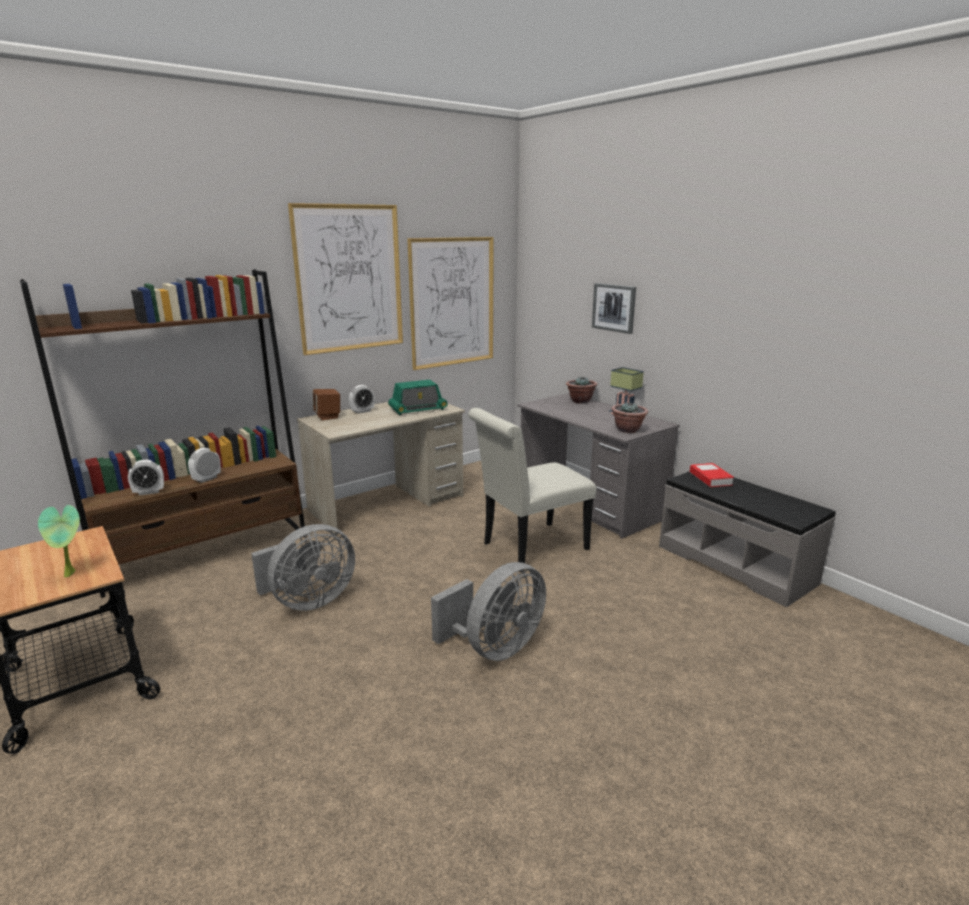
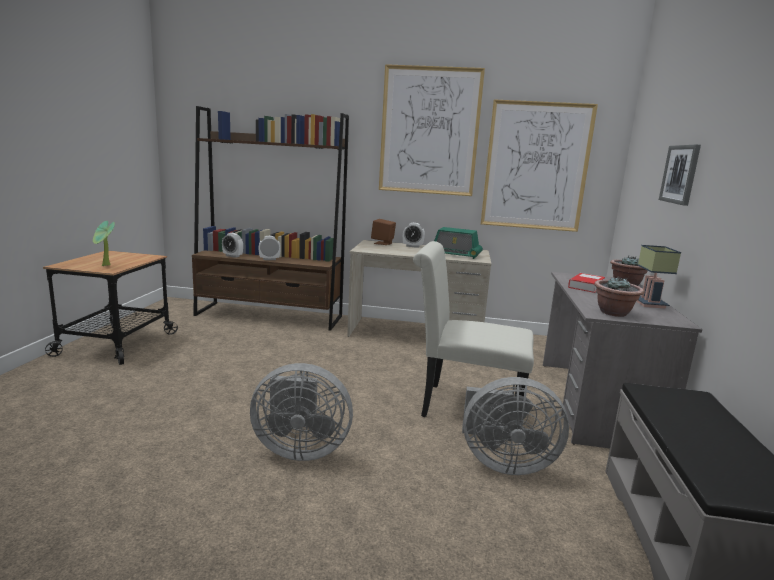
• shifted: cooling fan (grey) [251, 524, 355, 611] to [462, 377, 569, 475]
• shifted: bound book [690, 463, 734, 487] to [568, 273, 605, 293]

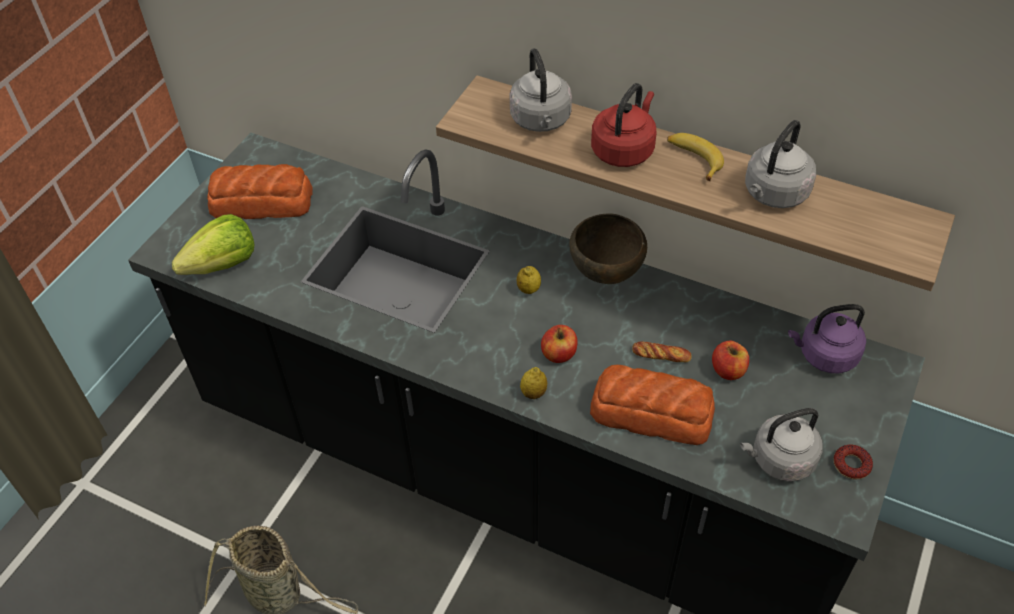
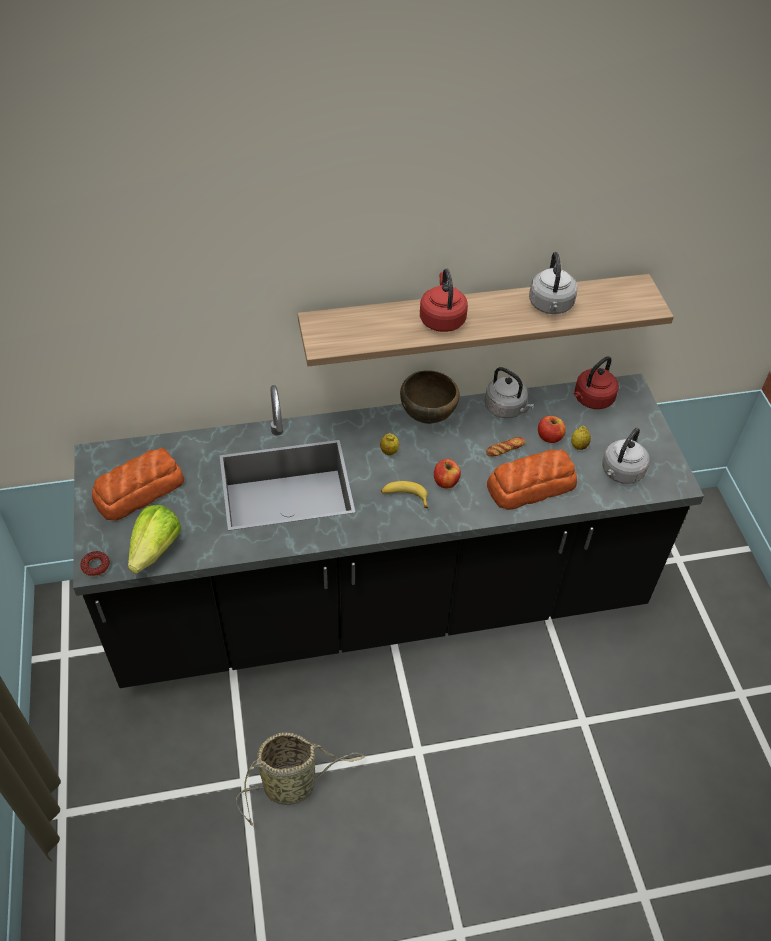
• shifted: donut [834, 444, 873, 480] to [80, 551, 110, 577]
• shifted: banana fruit [667, 133, 724, 181] to [381, 481, 428, 508]
• shifted: kettle (grey) [510, 48, 572, 132] to [485, 367, 534, 419]
• shifted: citrus fruit [520, 367, 547, 399] to [571, 426, 591, 450]
• repainted: kettle (purplish) [788, 304, 866, 373] to kettle (reddish) [574, 356, 619, 409]

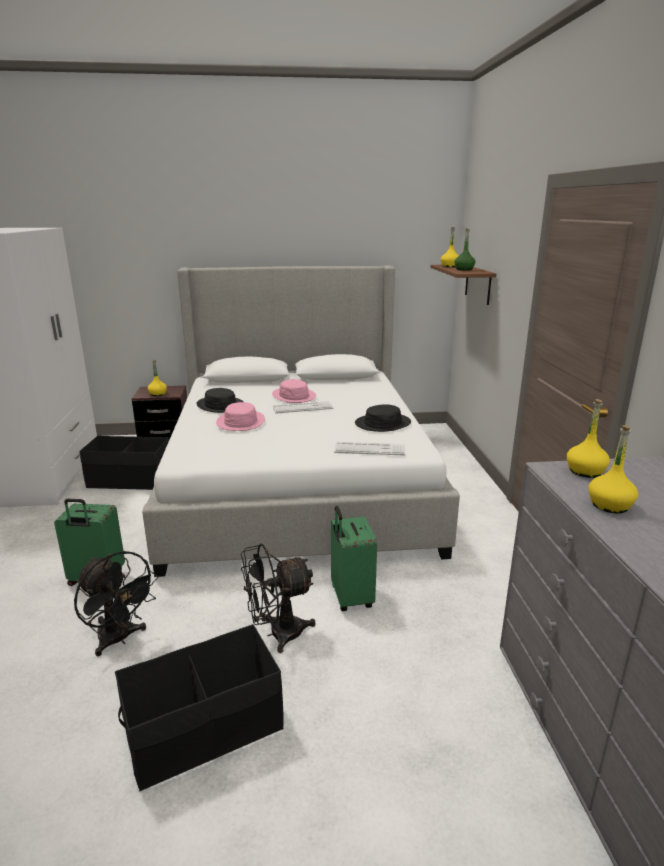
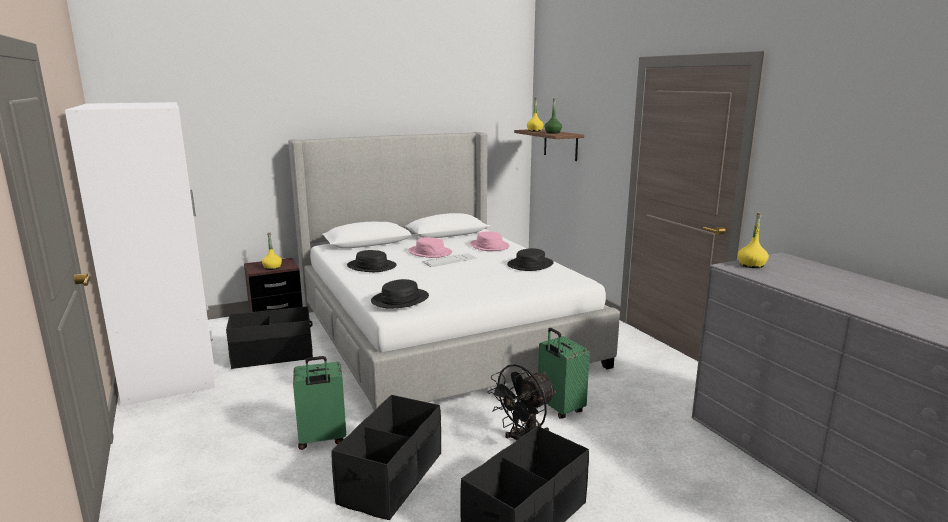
• swapped: cooling fan (black-coloured) [74, 551, 158, 656] to storage bin (black-coloured) [332, 395, 441, 520]
• new: clothing hat (black-coloured) [371, 279, 429, 309]
• shifted: clothing hat (pink) [216, 402, 265, 431] to [470, 231, 510, 251]
• gone: PC keyboard [334, 442, 406, 456]
• gone: drink bottle (yellowish) [589, 425, 638, 513]

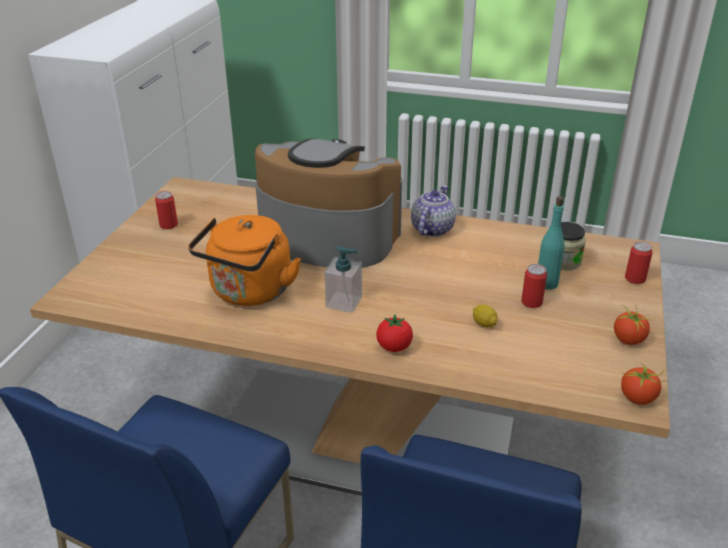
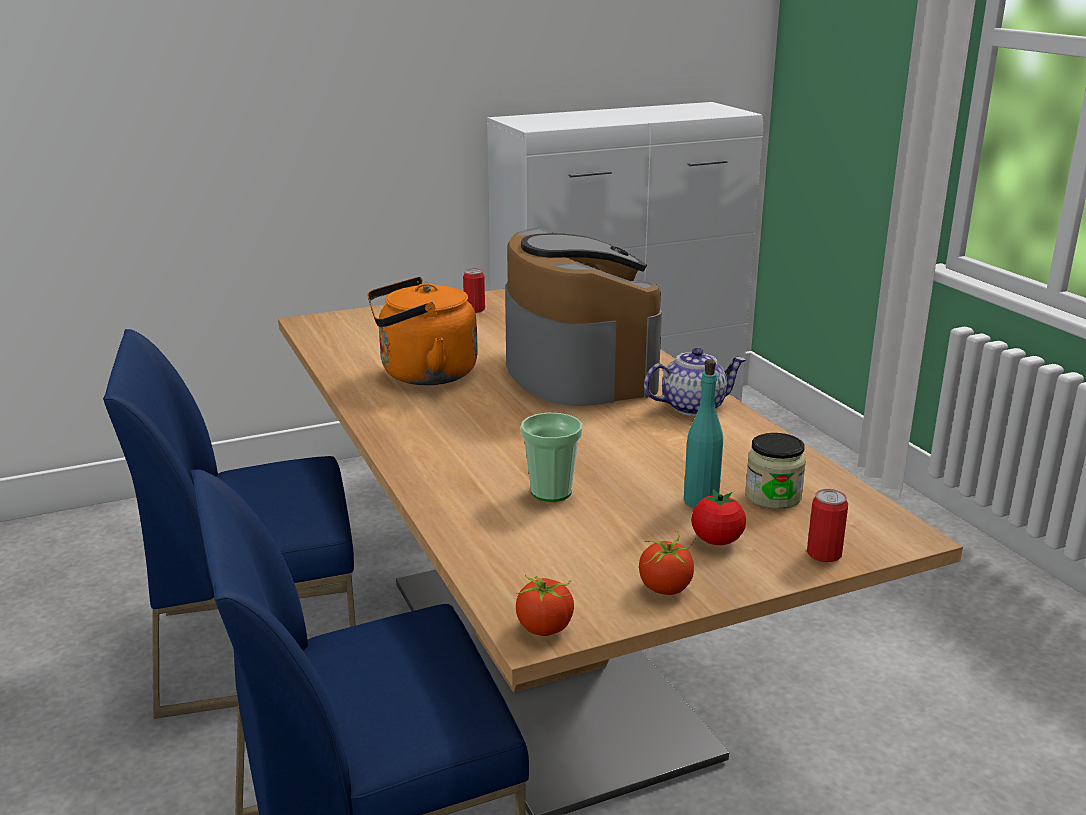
• swapped: citrus fruit [473, 304, 498, 327] to small cup [521, 413, 583, 502]
• shifted: whole tomato [376, 314, 413, 352] to [691, 489, 746, 545]
• gone: soap dispenser [324, 246, 362, 313]
• gone: metal can [521, 264, 547, 308]

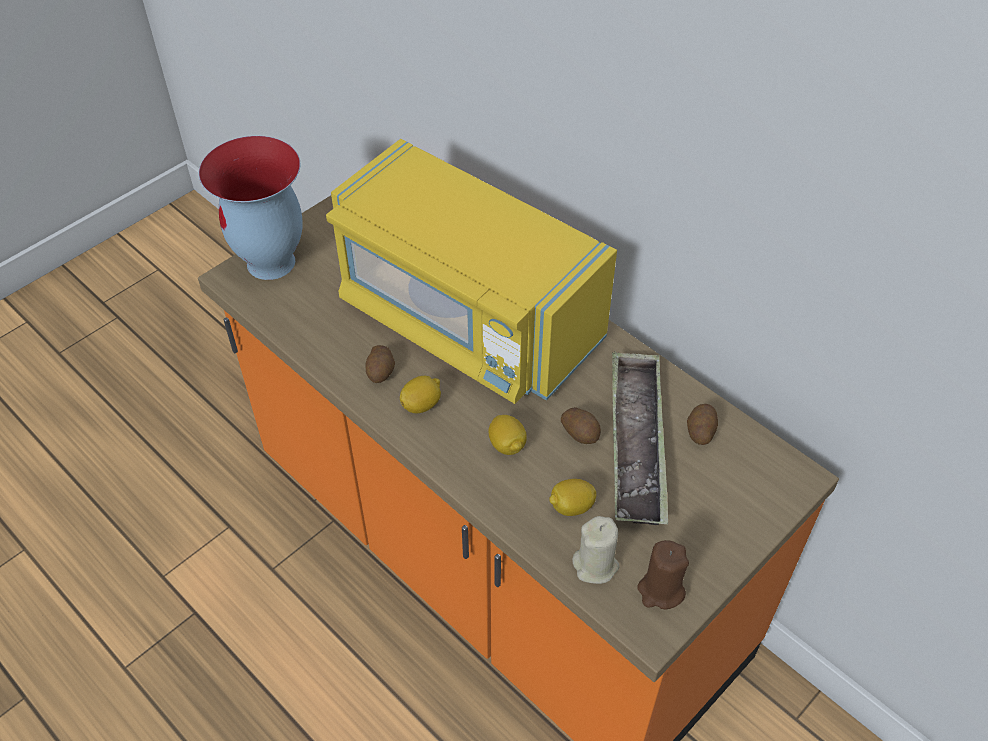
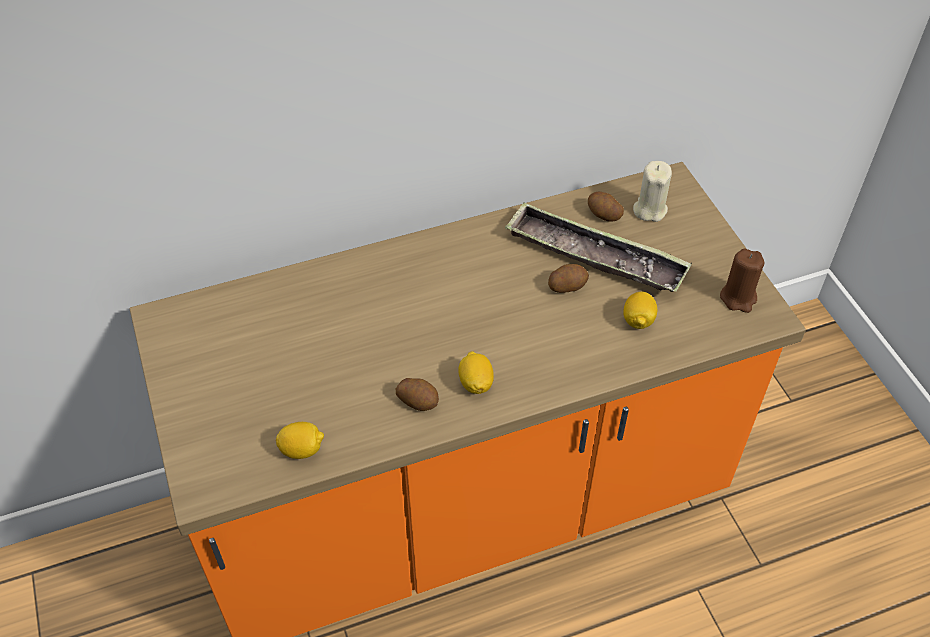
• shifted: citrus fruit [489, 415, 527, 455] to [276, 422, 324, 459]
• shifted: wax light (beige-coloured) [572, 516, 619, 584] to [633, 161, 672, 222]
• gone: flower vase [199, 136, 303, 280]
• gone: kitchen microwave (yellowish) [326, 139, 617, 404]

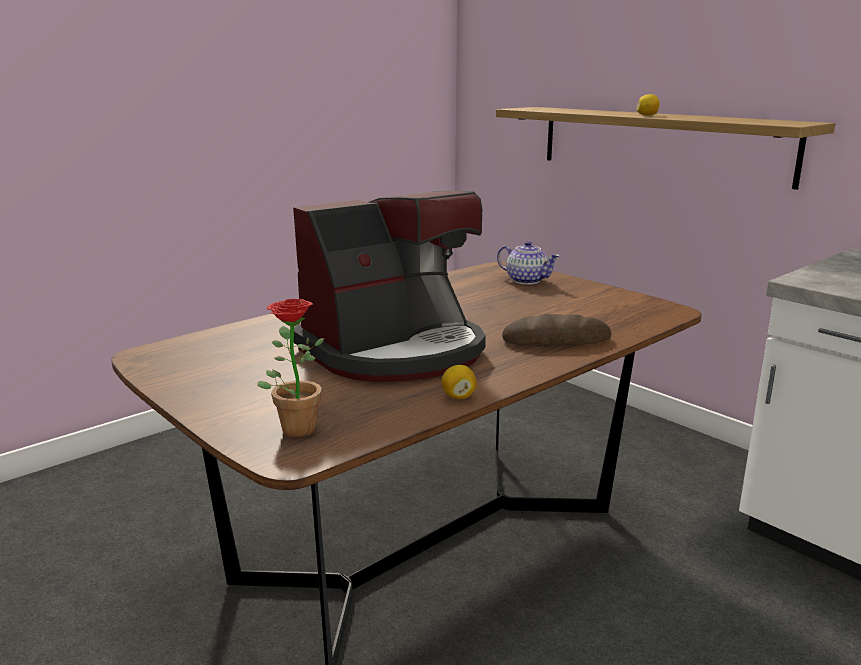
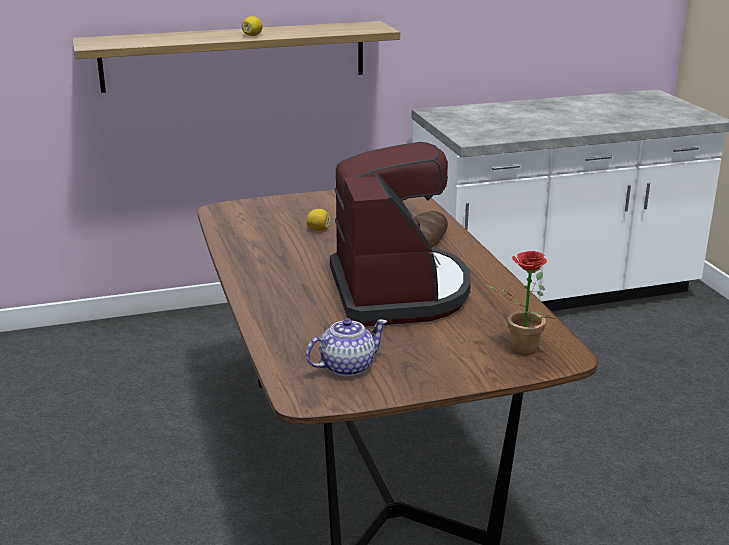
• shifted: pot for tea [497, 241, 560, 285] to [306, 318, 387, 376]
• shifted: citrus fruit [441, 365, 477, 399] to [307, 209, 330, 231]

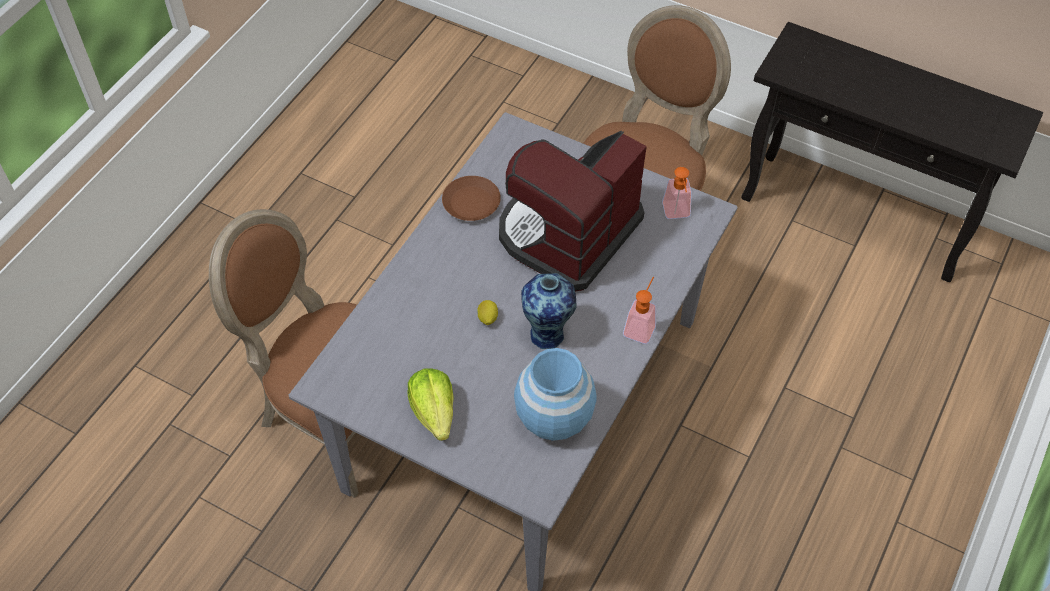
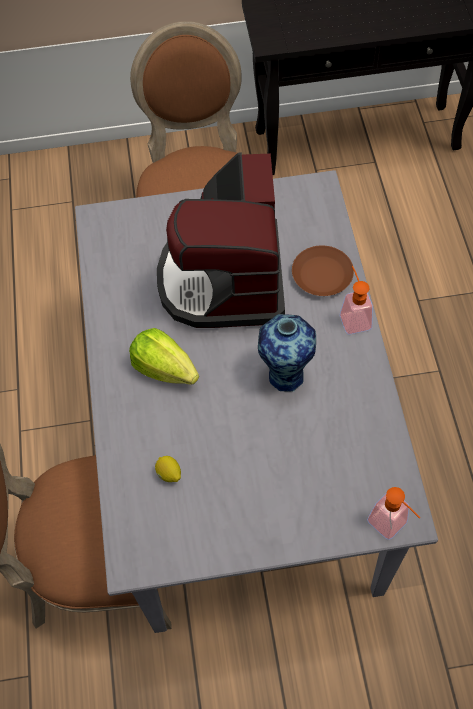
• shifted: lettuce [408, 368, 454, 441] to [129, 328, 199, 385]
• shifted: citrus fruit [477, 300, 498, 325] to [155, 456, 181, 482]
• shifted: plate (brownish) [442, 176, 501, 221] to [292, 245, 354, 296]
• shifted: soap dispenser [662, 167, 692, 219] to [367, 487, 420, 540]
• gone: flower vase (blue) [514, 348, 596, 441]

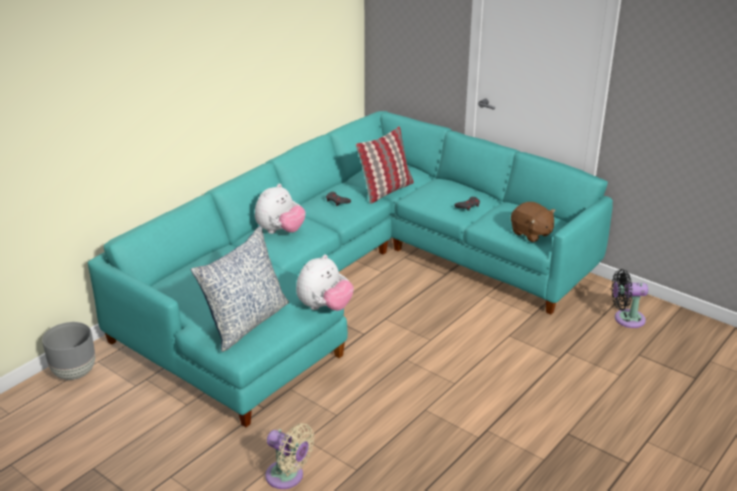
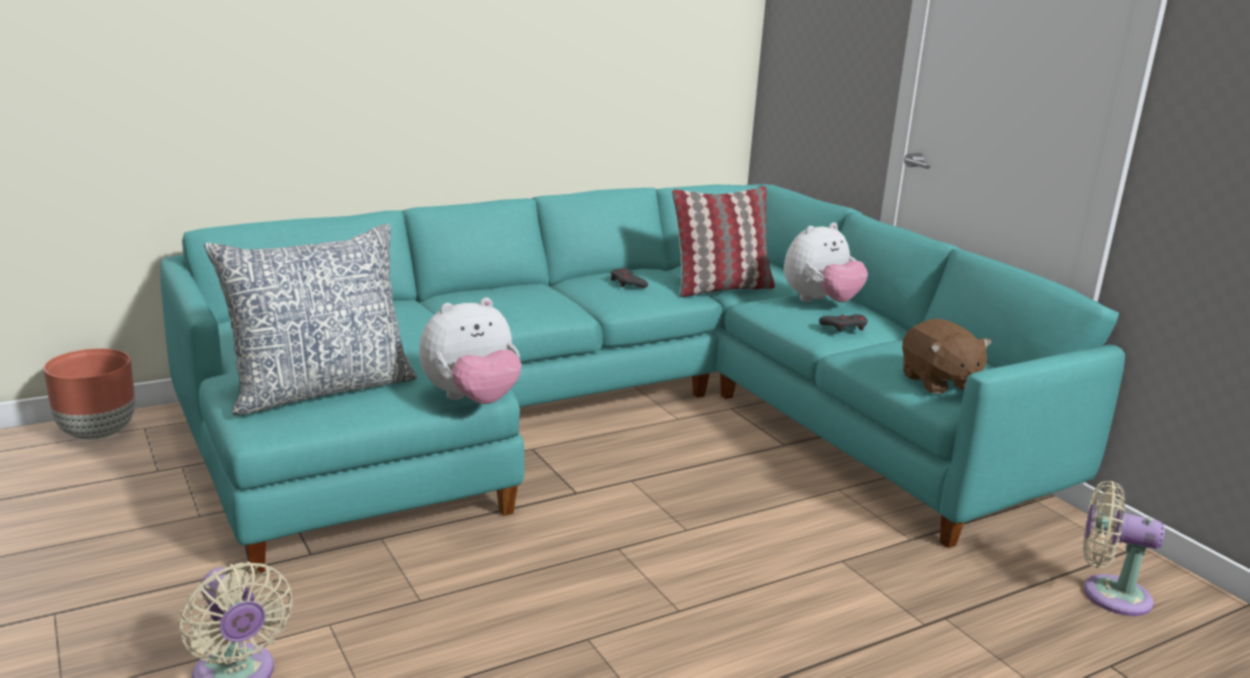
• repainted: flower pot (grey) [42, 322, 95, 380] to flower pot (brownish) [44, 349, 135, 440]
• shifted: cuddly toy [255, 184, 306, 234] to [784, 222, 868, 302]
• repainted: cooling fan (black-coloured) [612, 269, 648, 328] to cooling fan (beige-coloured) [1083, 481, 1165, 616]

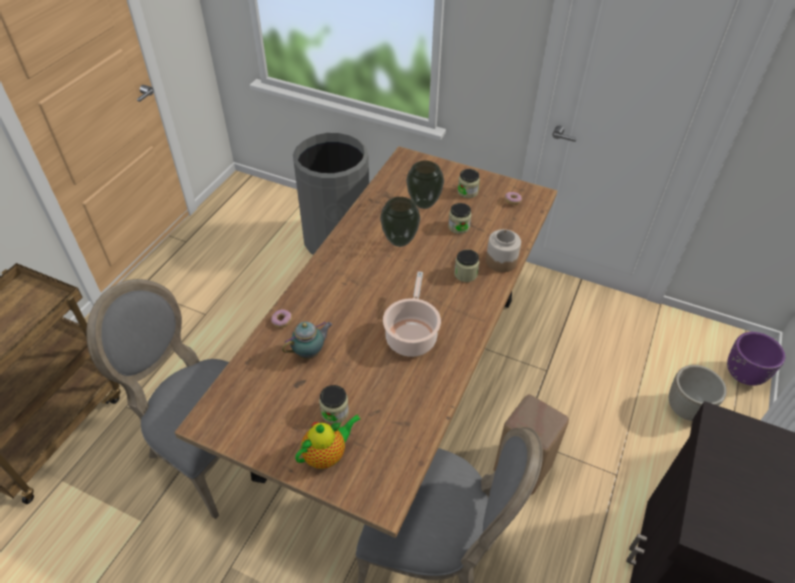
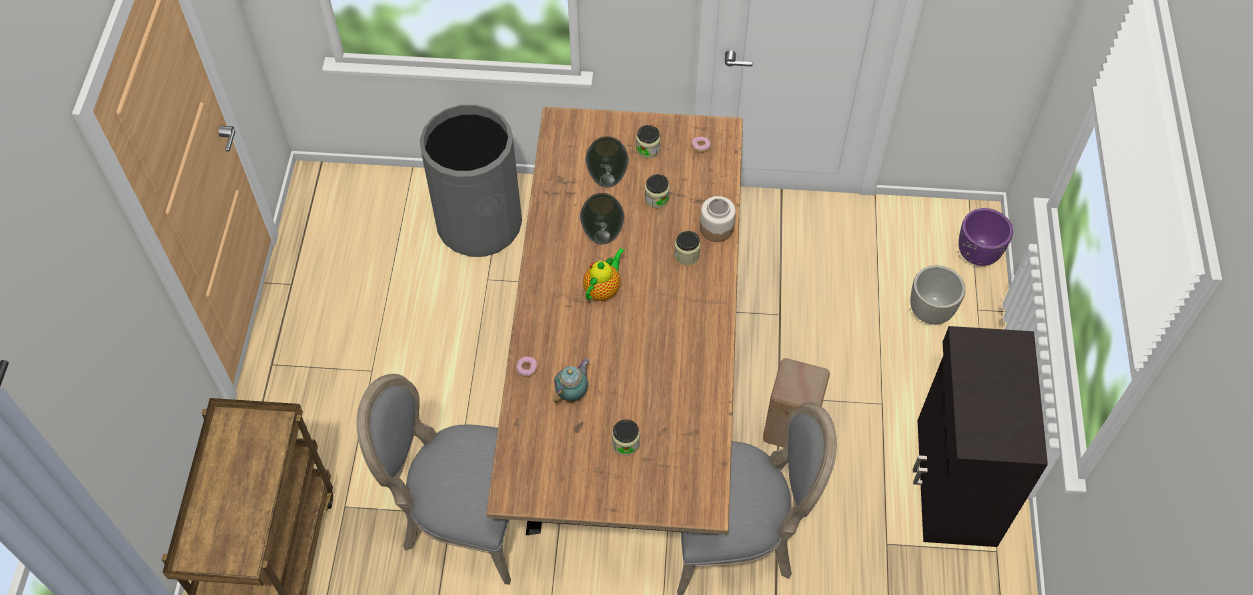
• shifted: pot for tea [295, 414, 360, 469] to [583, 248, 625, 301]
• gone: cooking pot [383, 271, 441, 357]

